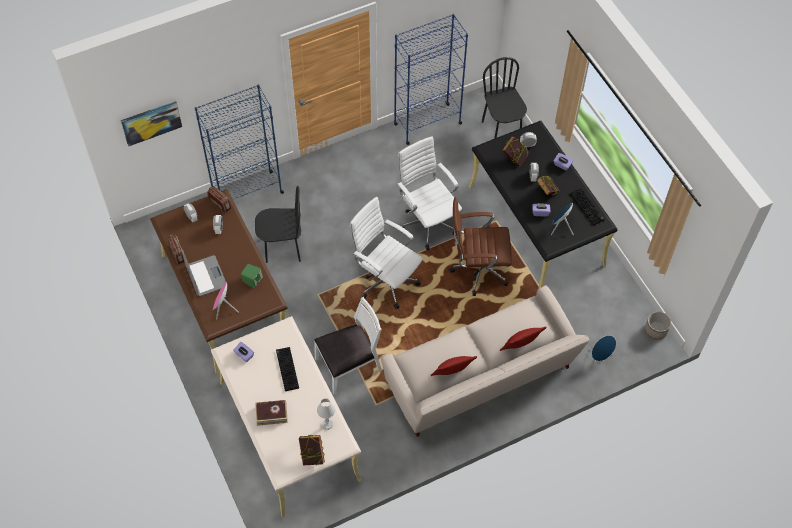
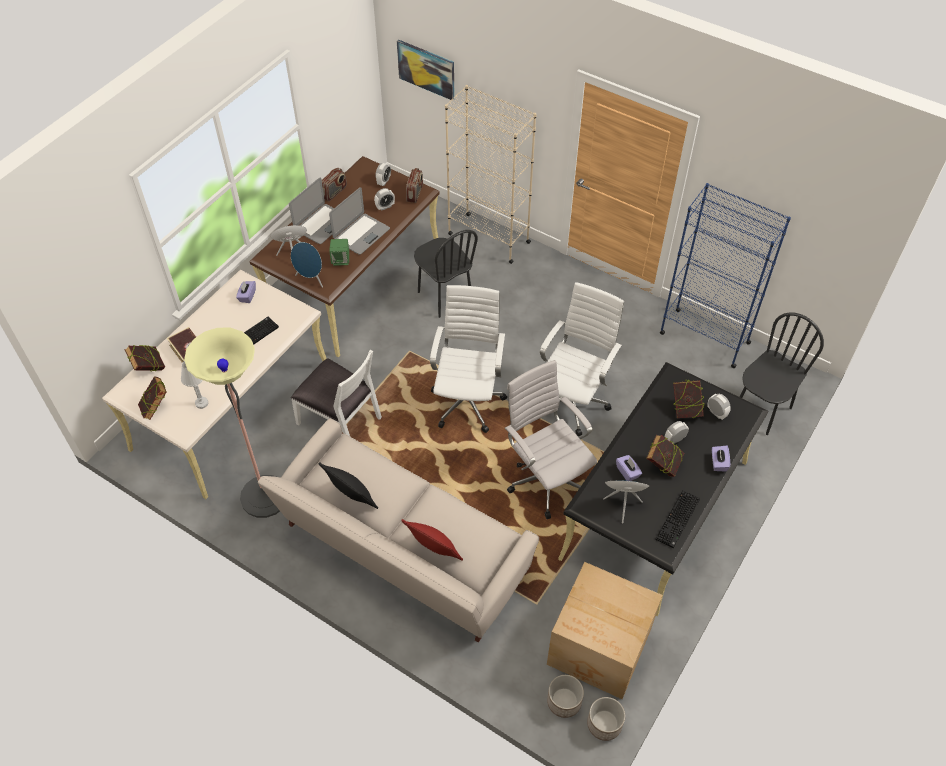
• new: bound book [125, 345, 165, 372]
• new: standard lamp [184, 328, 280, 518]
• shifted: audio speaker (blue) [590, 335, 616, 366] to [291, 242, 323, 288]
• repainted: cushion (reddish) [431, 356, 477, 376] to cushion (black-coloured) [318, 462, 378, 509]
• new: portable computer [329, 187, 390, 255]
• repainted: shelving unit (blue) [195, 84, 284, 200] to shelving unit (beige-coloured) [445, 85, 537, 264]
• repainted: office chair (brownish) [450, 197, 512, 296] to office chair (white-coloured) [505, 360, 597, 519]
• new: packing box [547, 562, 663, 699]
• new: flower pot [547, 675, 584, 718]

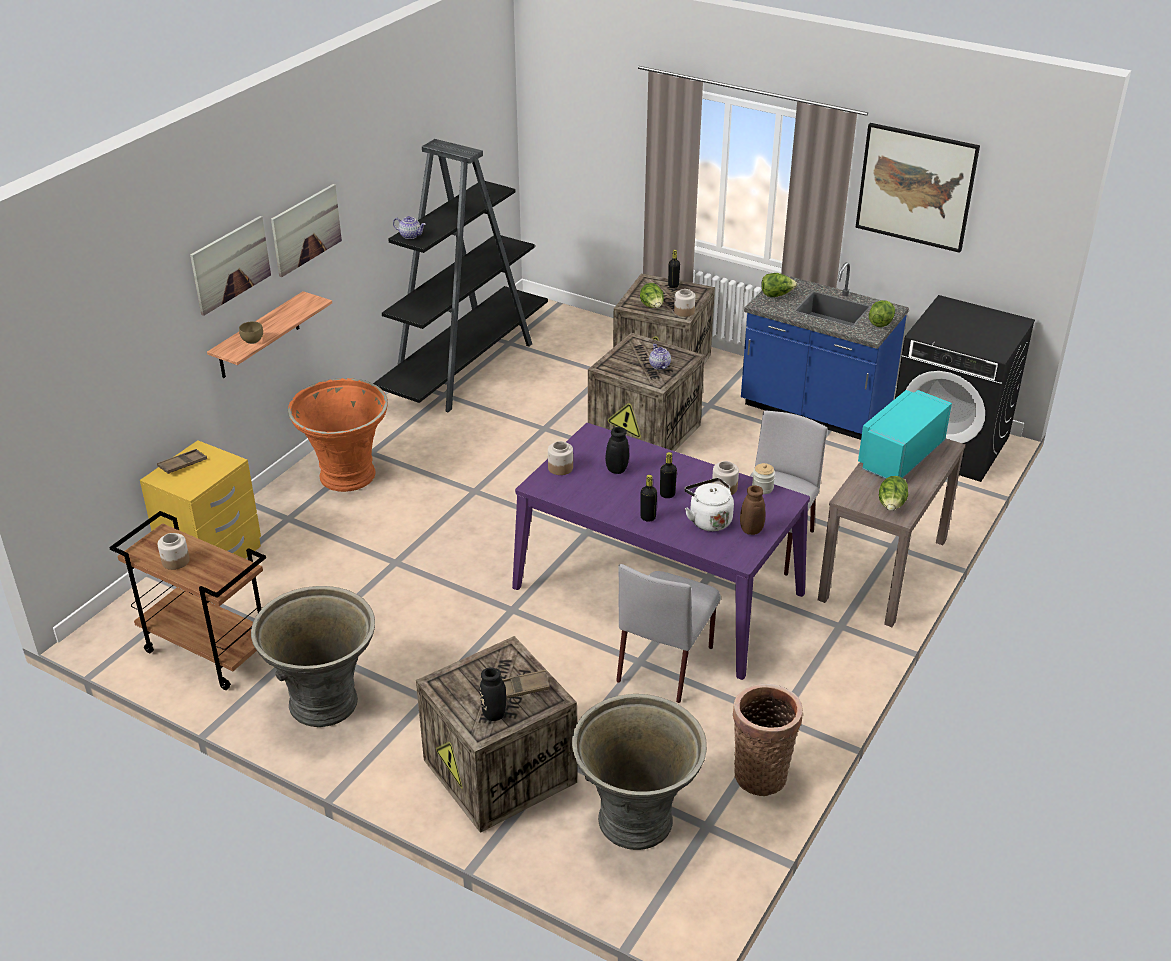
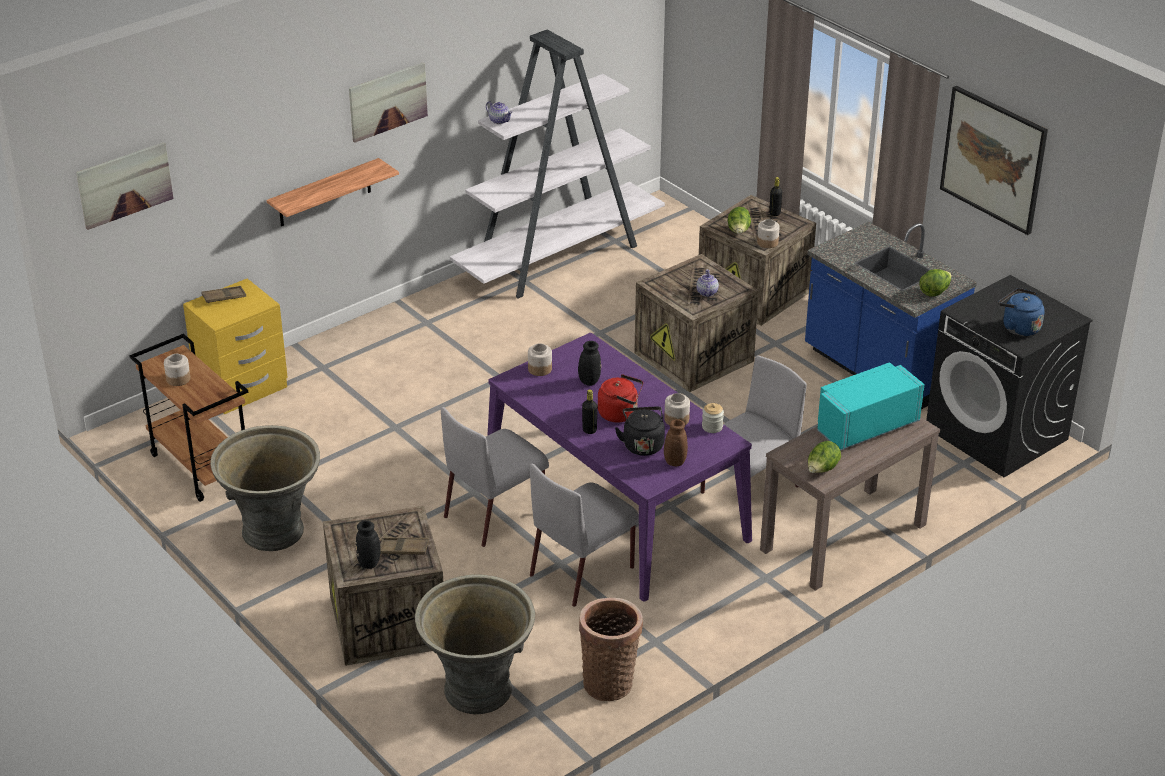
• shifted: wall art [190, 216, 271, 316] to [76, 142, 173, 230]
• new: plain chair (grey) [441, 407, 549, 547]
• repainted: shelving unit (black-coloured) [373, 139, 548, 412] to shelving unit (white-coloured) [449, 29, 665, 298]
• swapped: drink bottle (black-coloured) [660, 452, 677, 498] to kettle (reddish) [598, 374, 643, 422]
• repainted: kettle (white-coloured) [684, 478, 734, 531] to kettle (black-coloured) [615, 406, 665, 456]
• new: kettle (blue) [999, 288, 1045, 336]
• gone: serving bowl (brownish) [239, 321, 263, 344]
• gone: flower pot (orangey) [288, 378, 388, 492]
• gone: lettuce [761, 273, 797, 297]

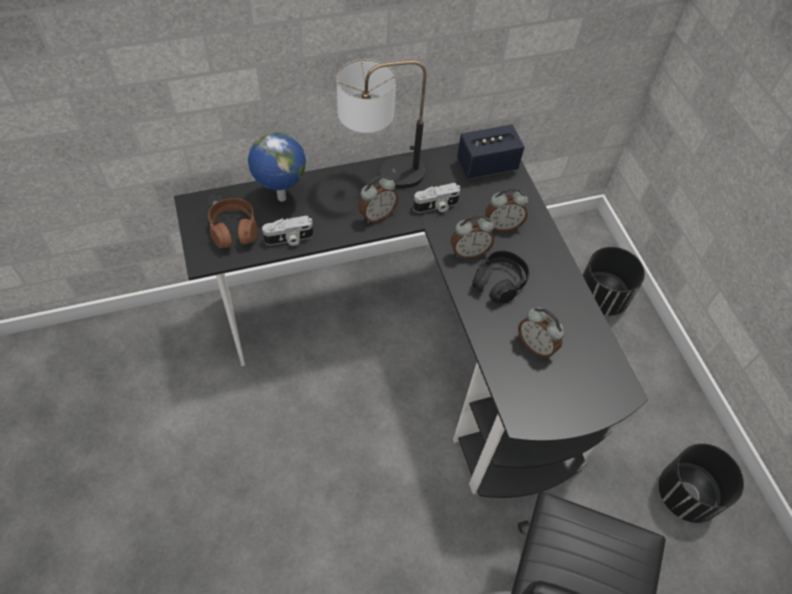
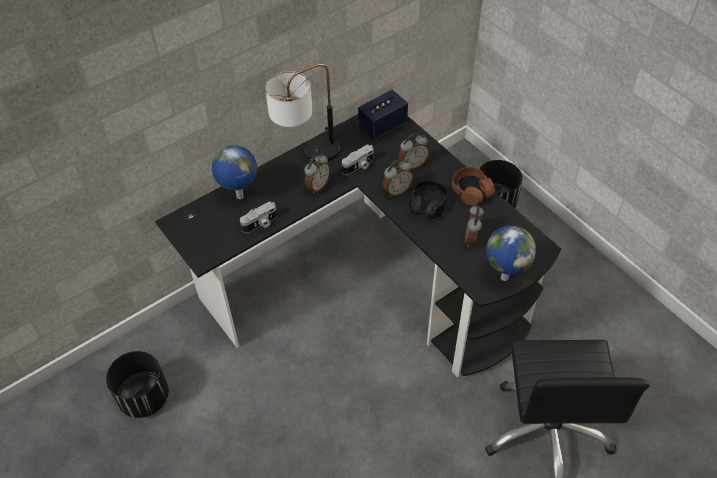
• shifted: flower pot (black-coloured) [659, 443, 744, 523] to [106, 351, 169, 418]
• shifted: pair of headphones (brownish) [208, 198, 257, 248] to [452, 167, 495, 206]
• rotated: bedside clock [518, 307, 565, 358] = [464, 205, 484, 247] 75 degrees clockwise
• new: globe [486, 225, 536, 281]

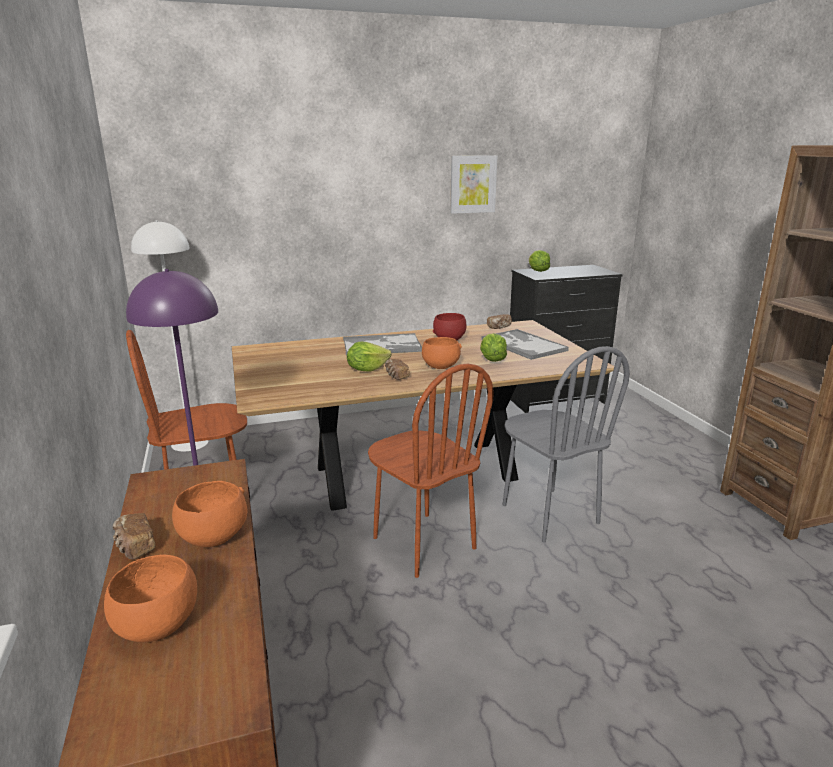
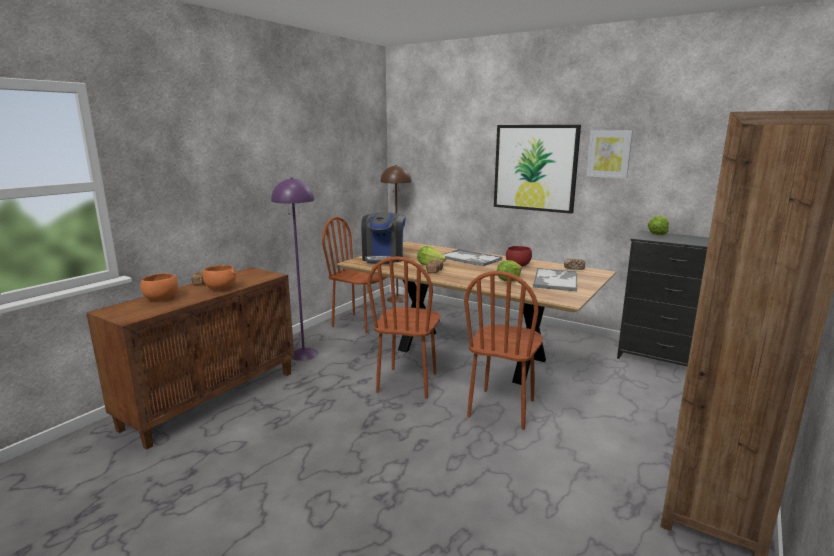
• new: coffee maker [361, 212, 406, 264]
• repainted: standard lamp (white-coloured) [131, 220, 209, 452] to standard lamp (brownish) [380, 165, 412, 303]
• repainted: plain chair (grey) [503, 346, 630, 542] to plain chair (brownish) [464, 271, 543, 430]
• new: wall art [494, 125, 581, 214]
• gone: serving bowl (orangey) [422, 337, 462, 369]

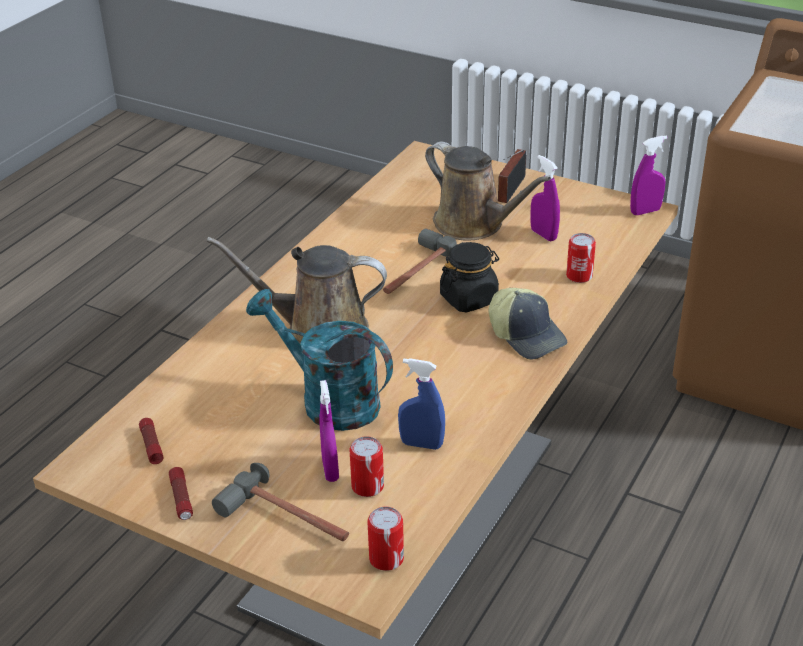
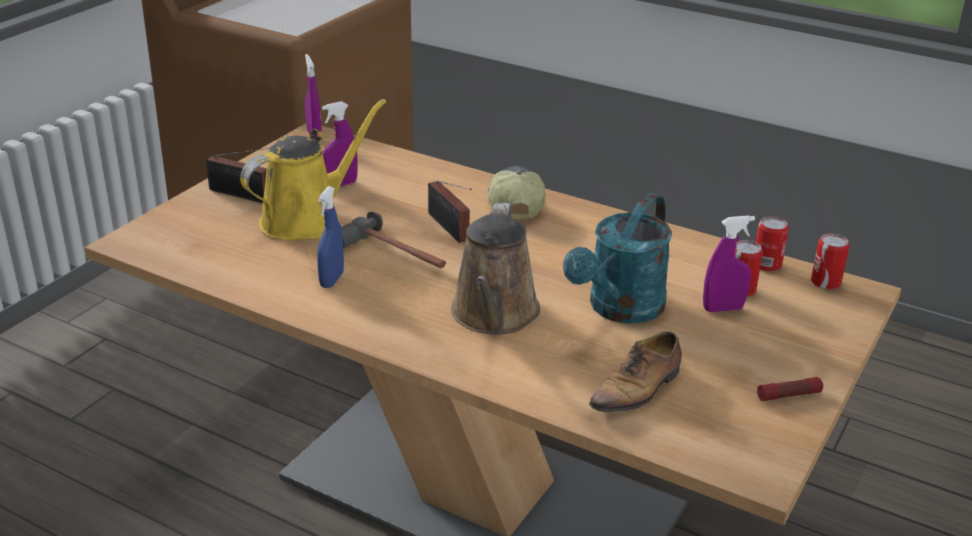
• repainted: watering pot (brownish) [425, 142, 551, 241] to watering pot (yellowish) [240, 99, 386, 241]
• shifted: sprayer (blue) [398, 358, 445, 450] to [317, 186, 344, 288]
• swapped: jar (black-coloured) [440, 242, 499, 313] to radio [428, 181, 472, 243]
• rotated: cap [489, 288, 567, 360] = [487, 166, 546, 219] 60 degrees counterclockwise
• new: shoe [589, 331, 682, 412]
• shifted: metal can [566, 233, 596, 283] to [756, 216, 789, 272]
• gone: torch [139, 418, 164, 464]
• gone: hand hammer [212, 463, 349, 541]

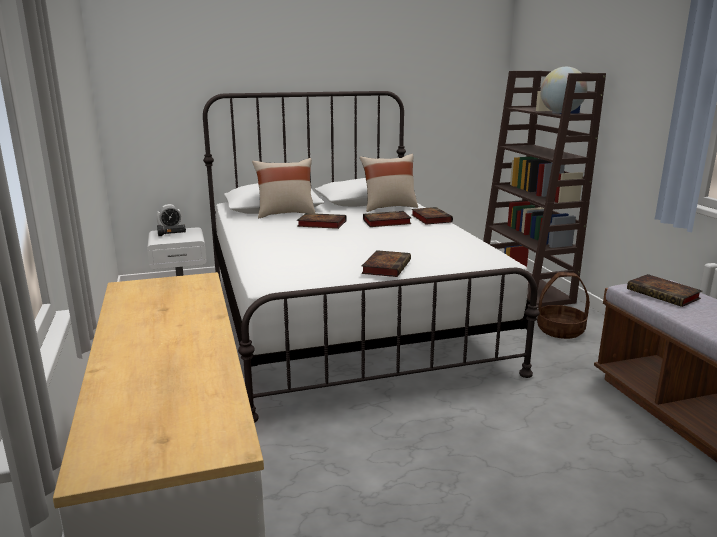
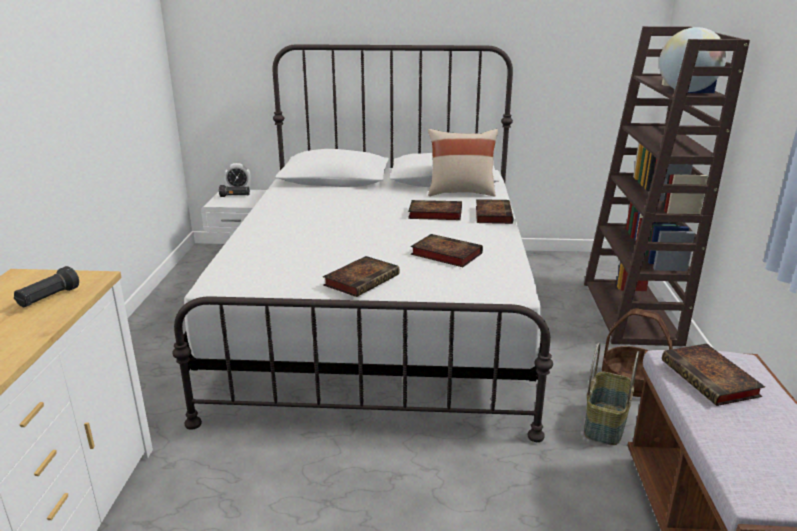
• new: torch (black-coloured) [14, 266, 79, 307]
• shifted: bound book [297, 213, 347, 229] to [411, 234, 483, 267]
• new: basket [584, 342, 639, 445]
• gone: cushion (beige-coloured) [252, 158, 316, 218]

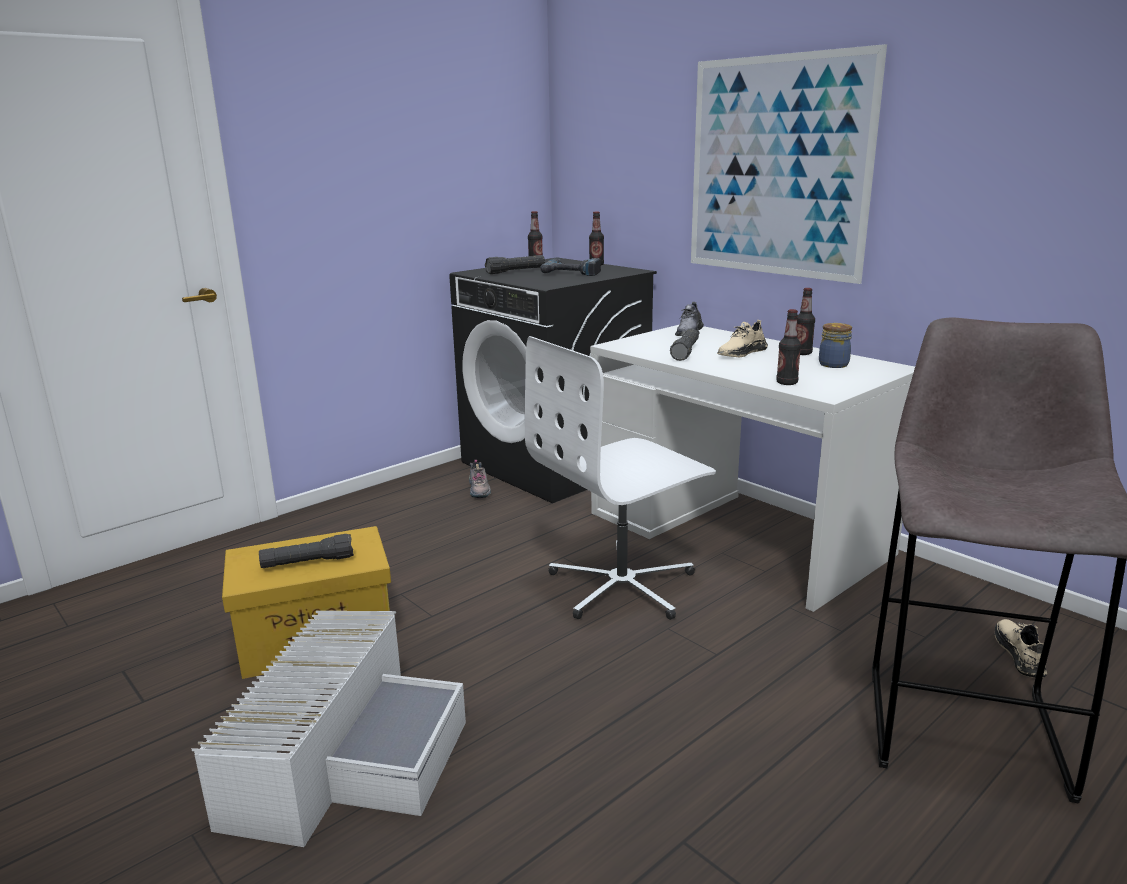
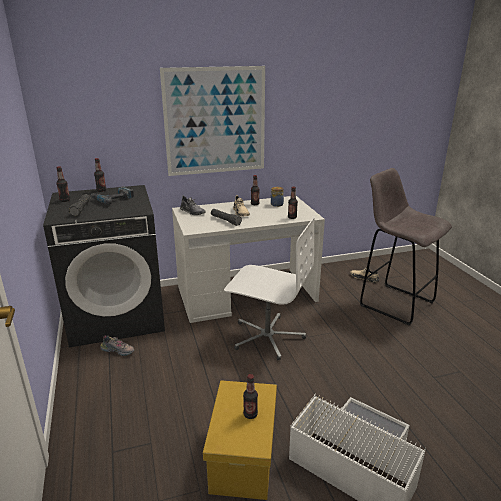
• rotated: office chair (white-coloured) [525, 336, 716, 620] = [224, 217, 315, 361] 60 degrees counterclockwise
• swapped: torch (black-coloured) [259, 534, 354, 568] to drink bottle [243, 374, 258, 419]

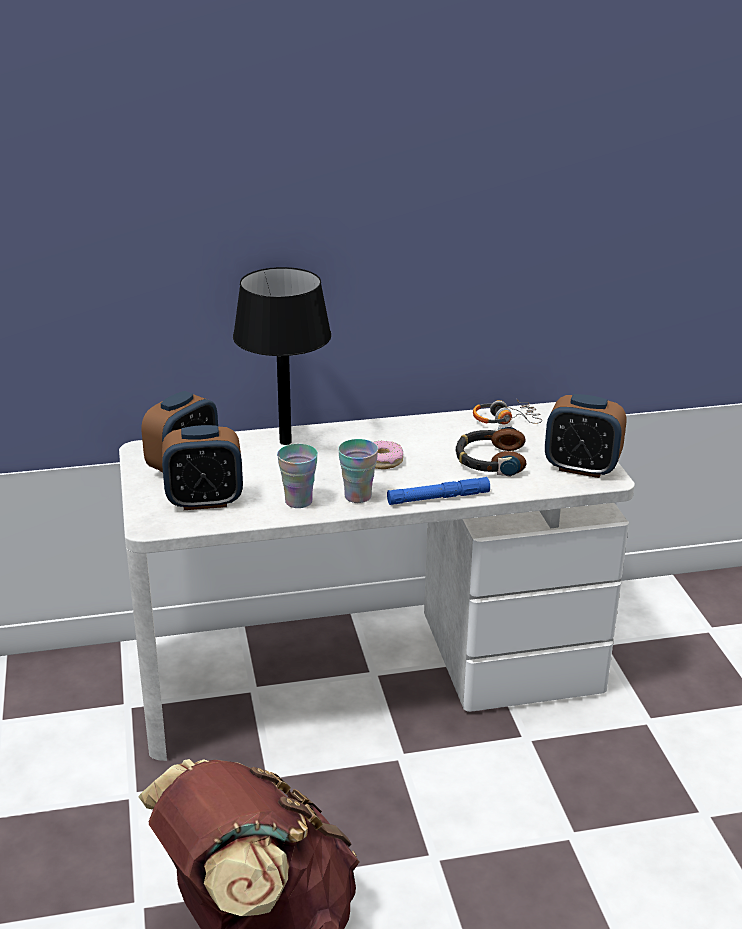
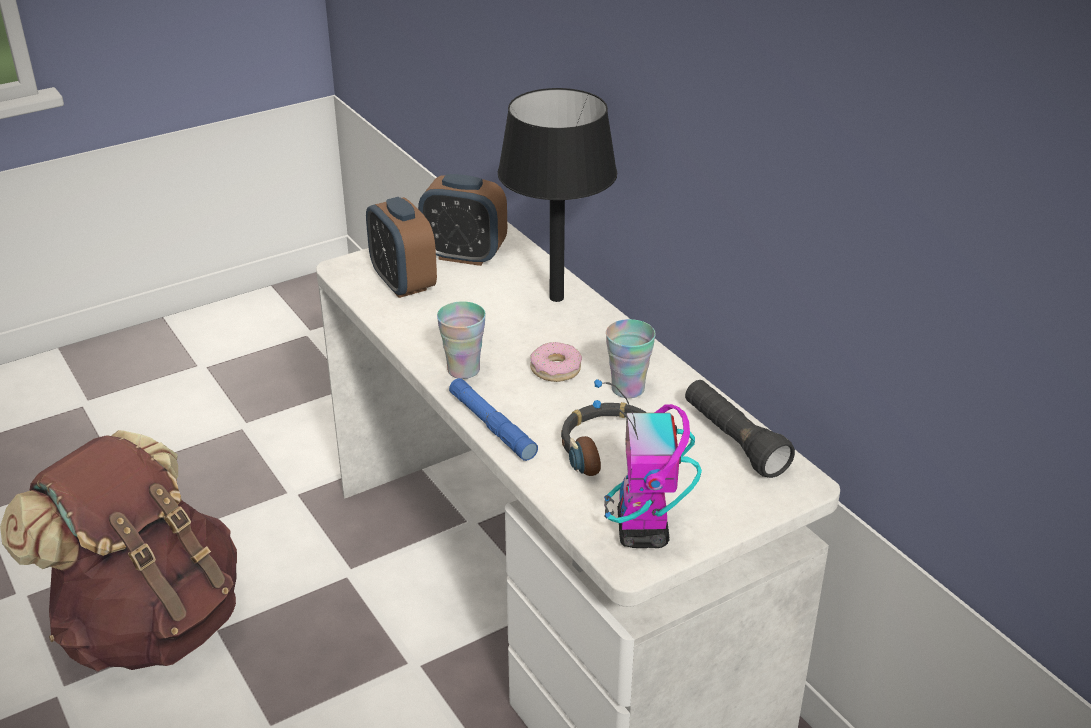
• swapped: bedside clock [545, 394, 626, 478] to toy robot [593, 379, 702, 548]
• shifted: small cup [277, 444, 318, 508] to [606, 319, 656, 398]
• swapped: pair of headphones [473, 399, 542, 425] to torch (black-coloured) [685, 380, 795, 478]

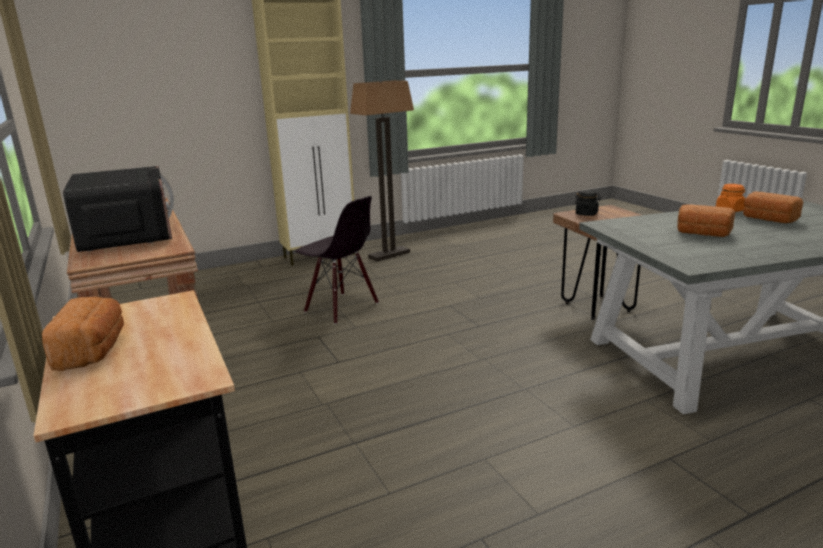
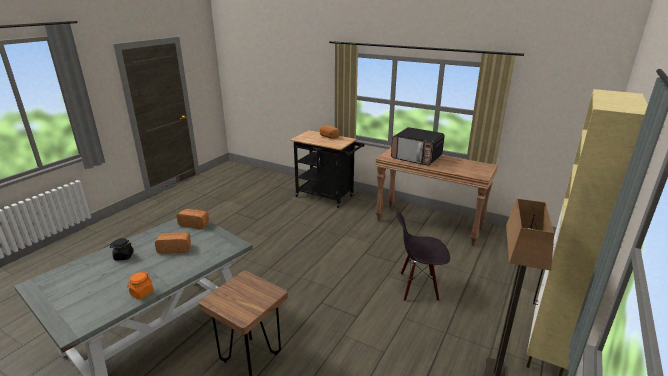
• shifted: jar (black-coloured) [574, 190, 601, 216] to [110, 238, 133, 260]
• shifted: baked bread [743, 191, 803, 223] to [177, 209, 209, 229]

